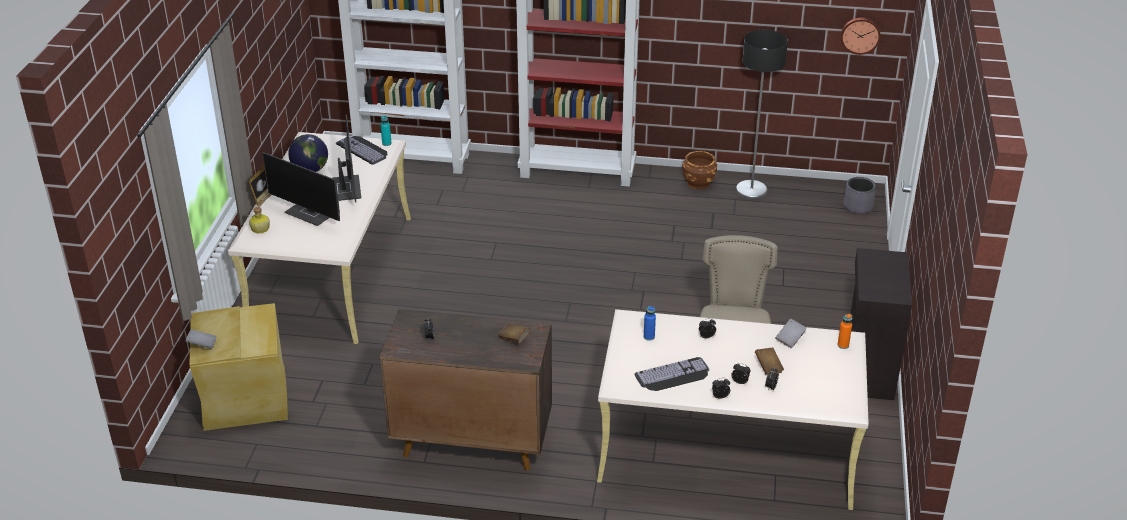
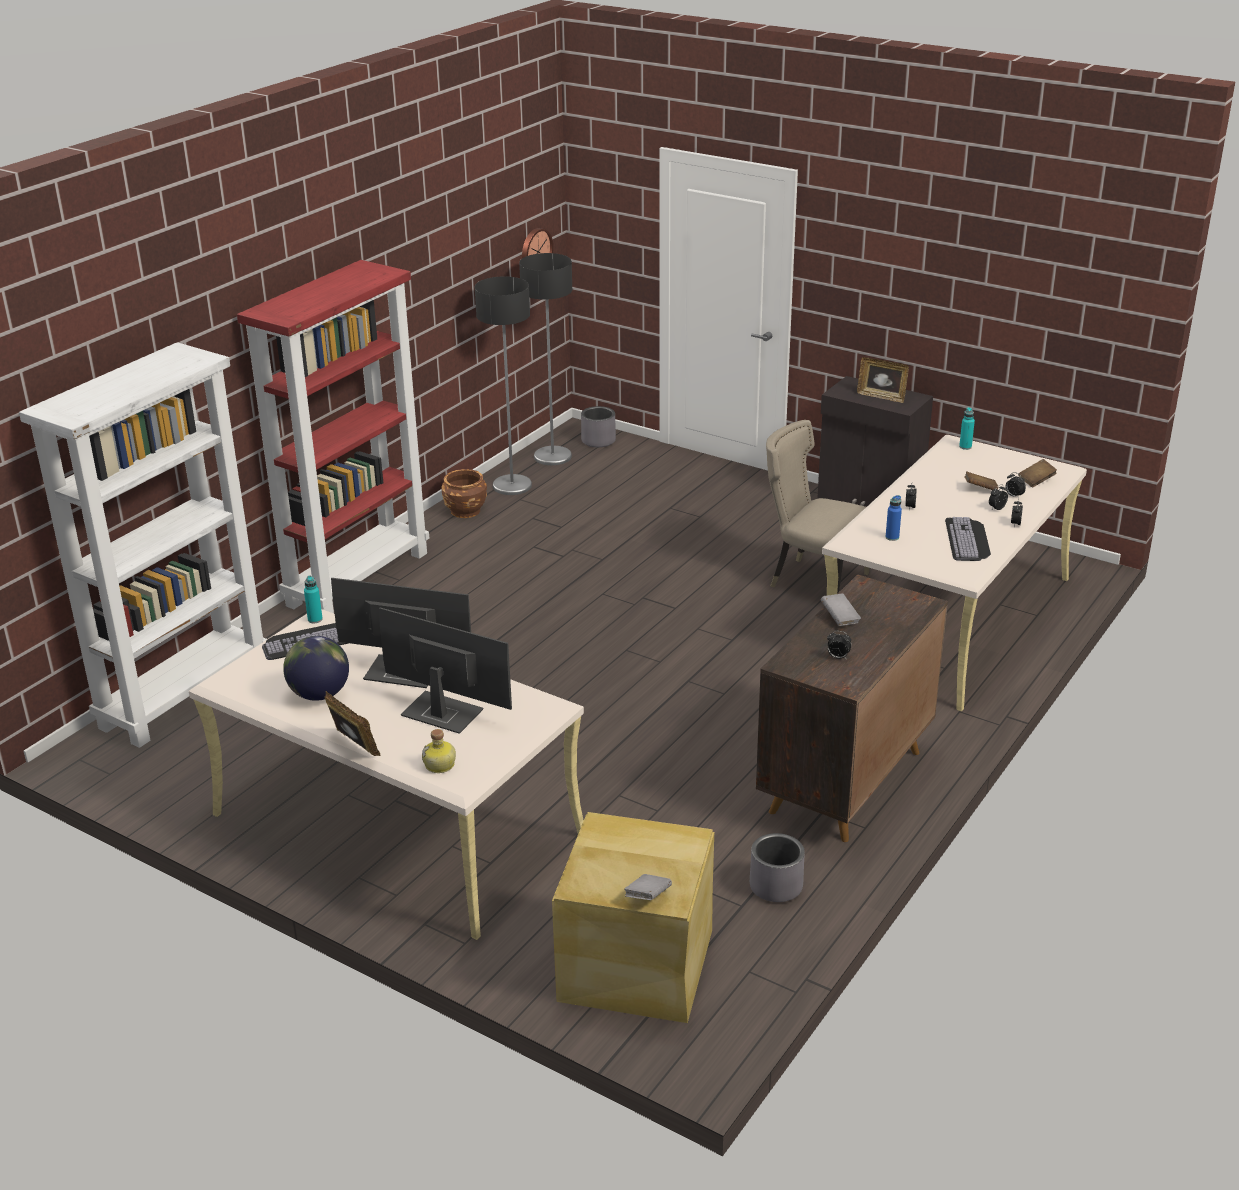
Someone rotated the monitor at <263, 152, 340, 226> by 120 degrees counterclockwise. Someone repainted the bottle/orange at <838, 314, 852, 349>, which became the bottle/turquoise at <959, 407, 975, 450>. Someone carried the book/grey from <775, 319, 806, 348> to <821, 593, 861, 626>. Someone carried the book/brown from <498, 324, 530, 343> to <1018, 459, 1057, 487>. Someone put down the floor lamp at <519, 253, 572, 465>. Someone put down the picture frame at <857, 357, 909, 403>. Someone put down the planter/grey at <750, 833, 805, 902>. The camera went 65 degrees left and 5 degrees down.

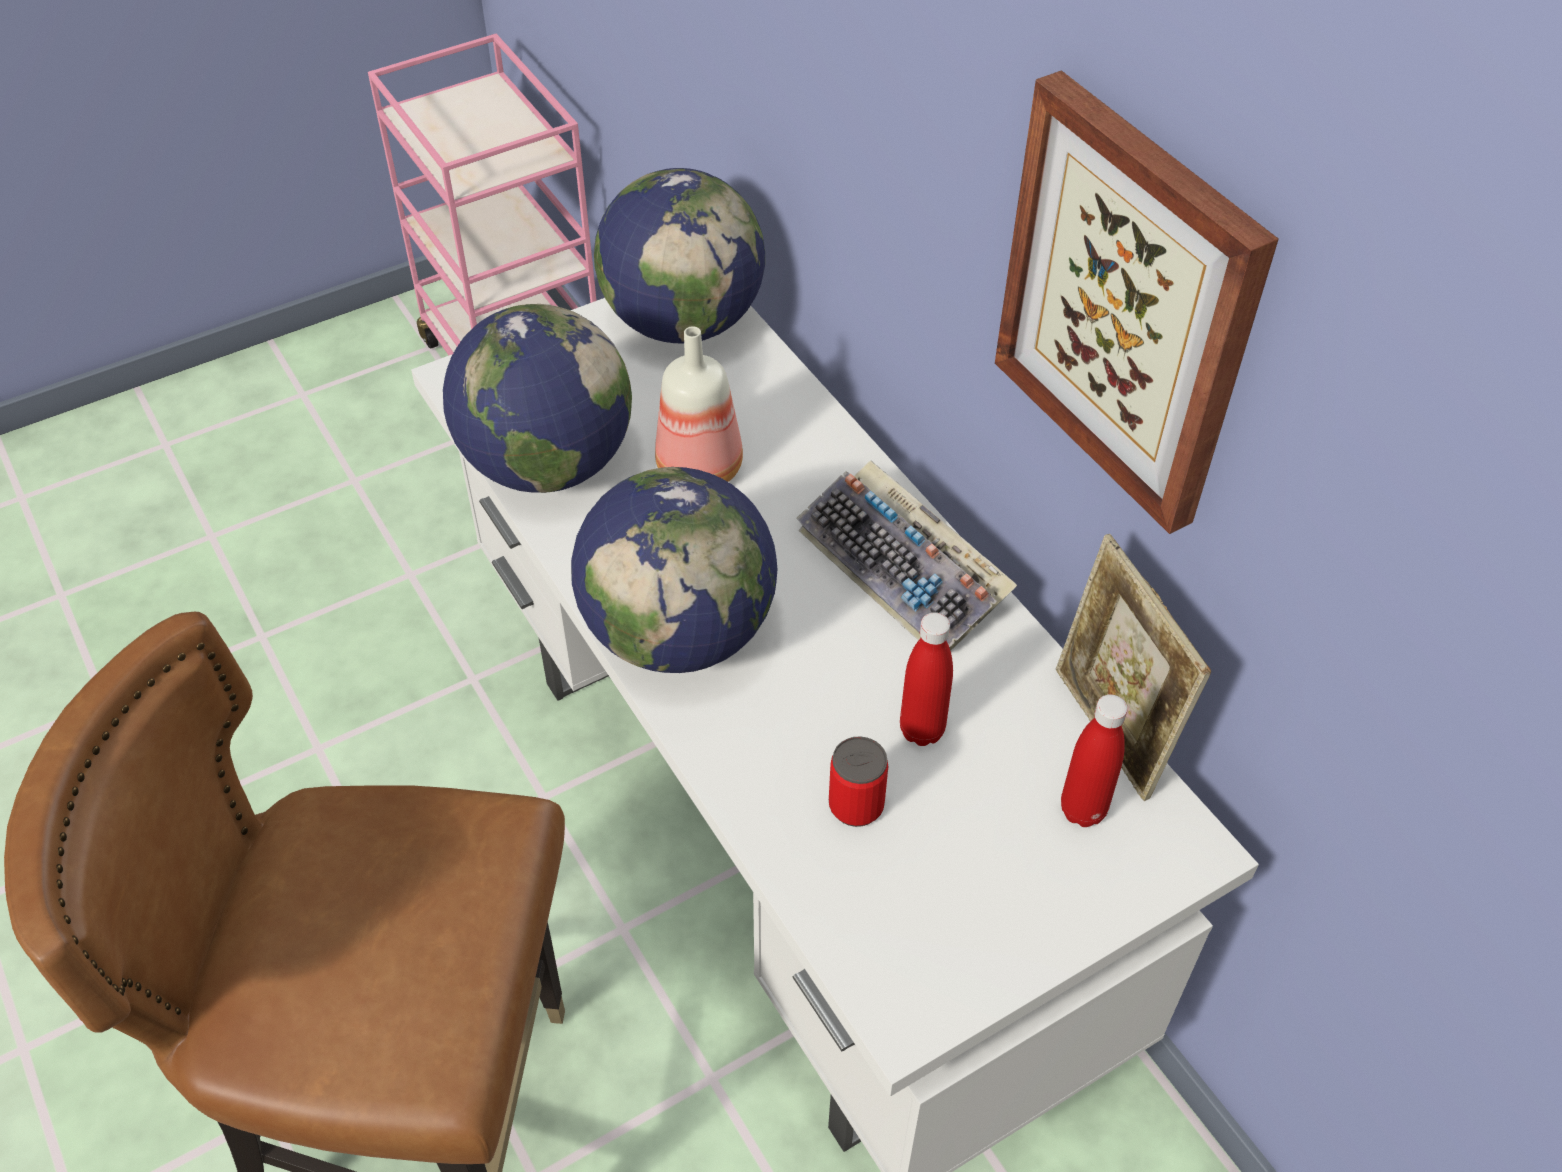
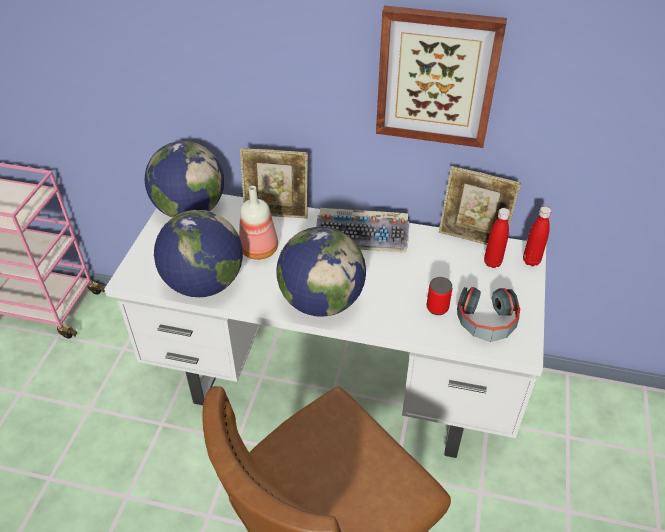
Someone carried the bottle/red from <900, 612, 953, 746> to <523, 206, 552, 266>. Someone put down the picture frame at <240, 148, 308, 218>. Someone put down the headphones at <457, 287, 520, 342>. The camera went 45 degrees left and 5 degrees down.

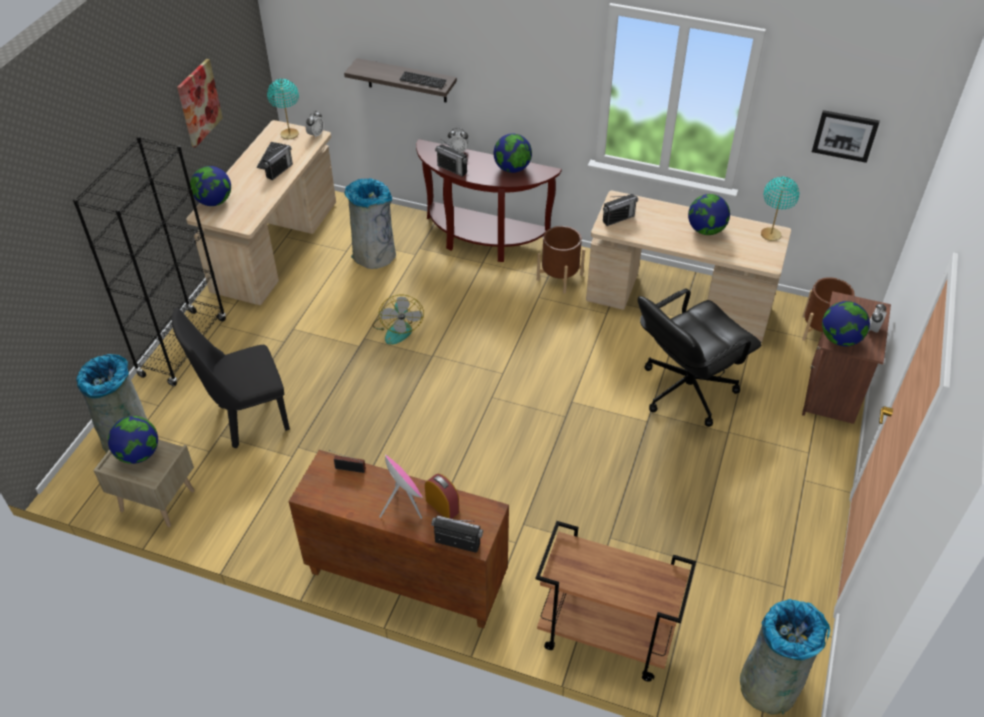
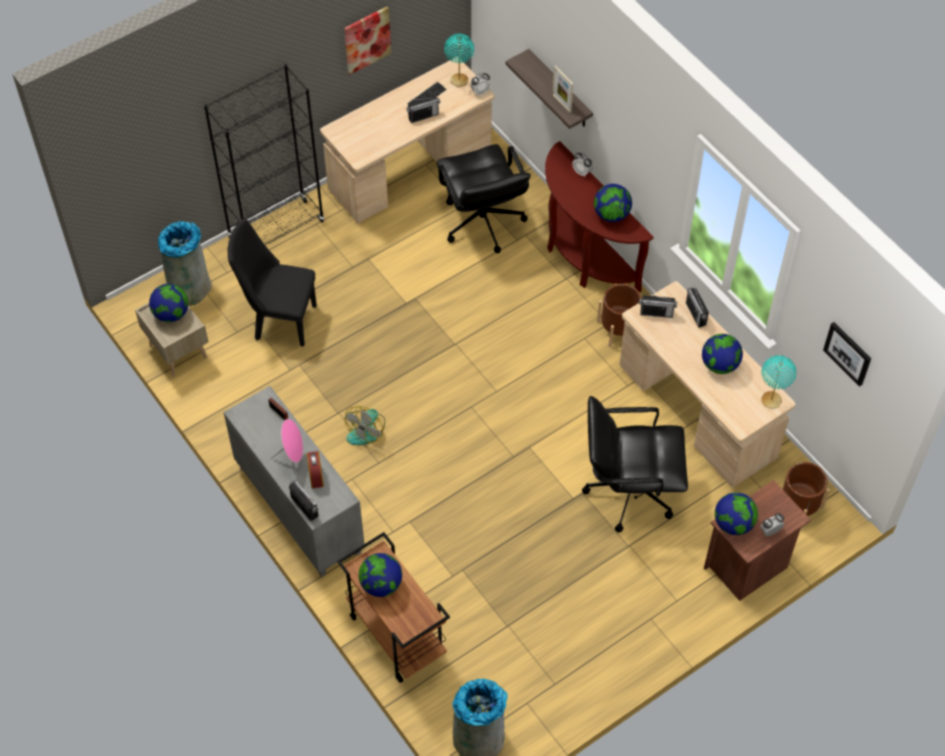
Someone swapped the keyboard at <399, 71, 447, 89> for the picture frame at <552, 66, 573, 113>. Someone carried the radio from <435, 139, 468, 177> to <686, 285, 709, 328>. Someone carried the globe from <190, 166, 231, 206> to <359, 553, 402, 597>. Someone swapped the trash can/grey at <345, 178, 396, 269> for the office chair/black at <436, 144, 531, 253>. Someone carried the fan from <372, 294, 424, 345> to <345, 406, 385, 445>. Someone repainted the cabinet/brown at <289, 450, 509, 629>, which became the cabinet/grey at <224, 386, 364, 577>. The camera went 35 degrees right and 10 degrees up.

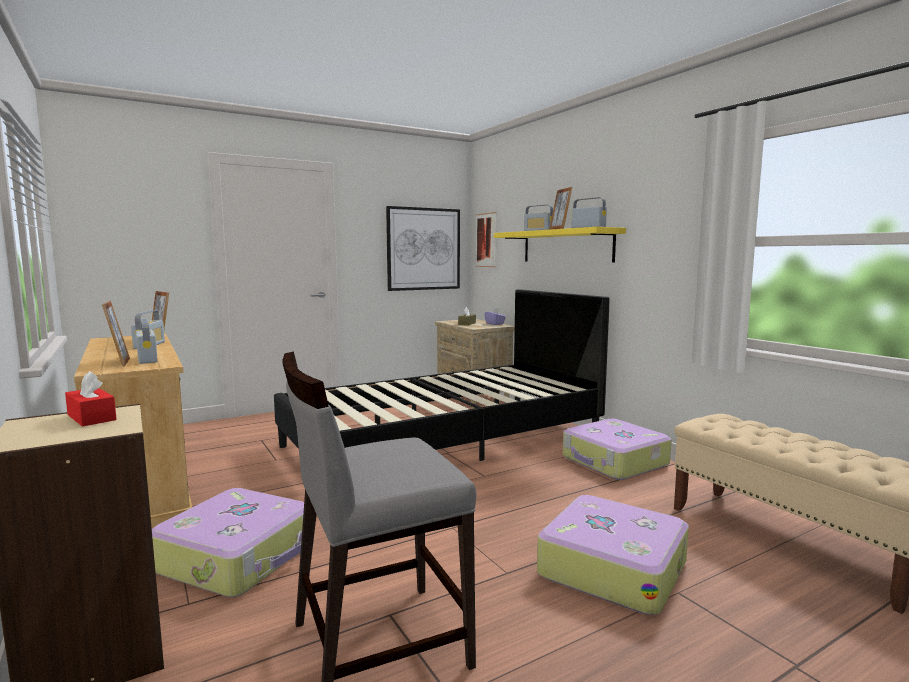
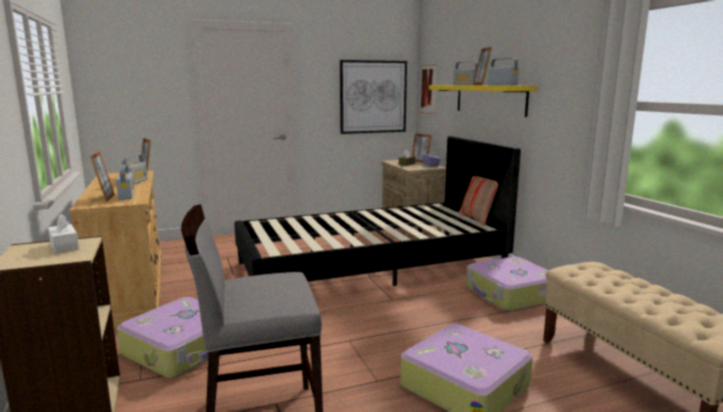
Someone repainted the tissue box/red at <65, 371, 117, 427>, which became the tissue box/white at <48, 214, 79, 253>. Someone put down the picture frame at <412, 133, 432, 163>. Someone put down the pillow at <459, 176, 498, 226>. The camera went 10 degrees right and 5 degrees up.

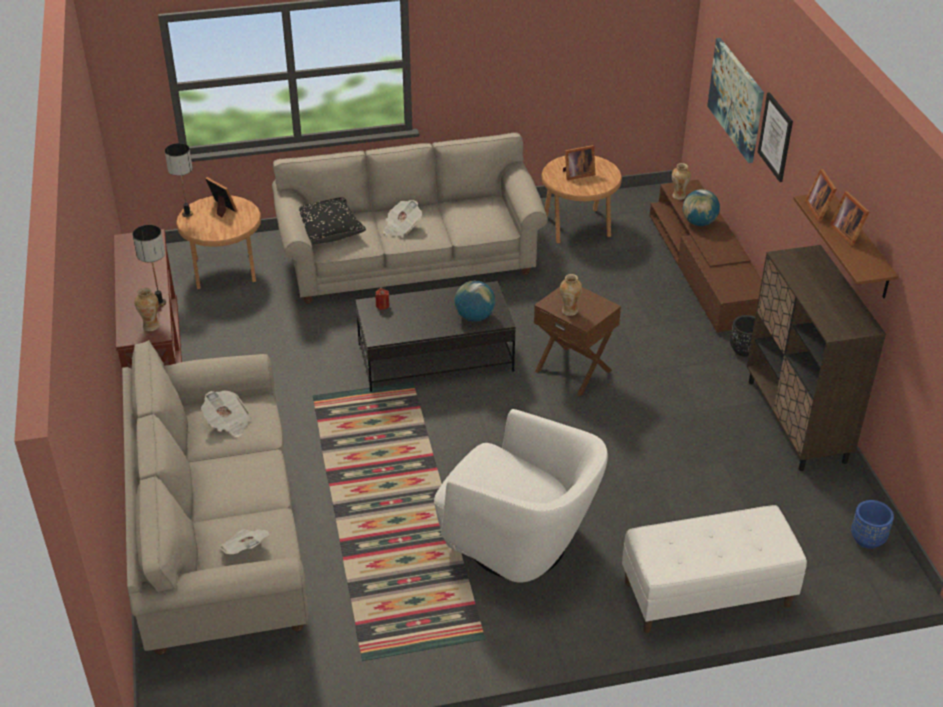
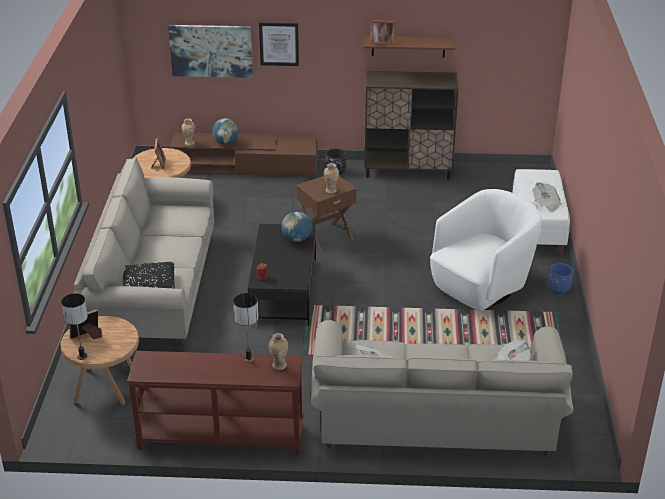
Someone took away the picture frame at <830, 191, 869, 246>. Someone carried the newspaper from <383, 200, 422, 237> to <532, 182, 562, 212>. Someone carried the planter/blue from <851, 500, 894, 549> to <547, 263, 573, 295>. The camera went 75 degrees left and 5 degrees down.

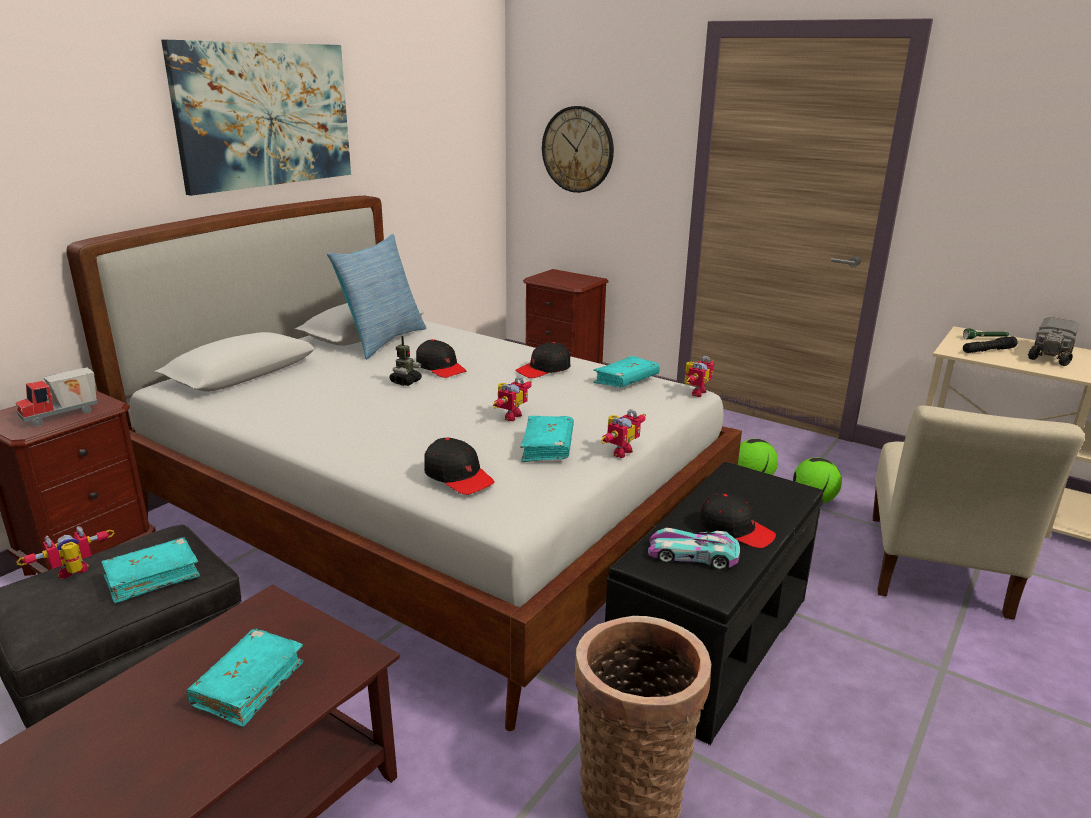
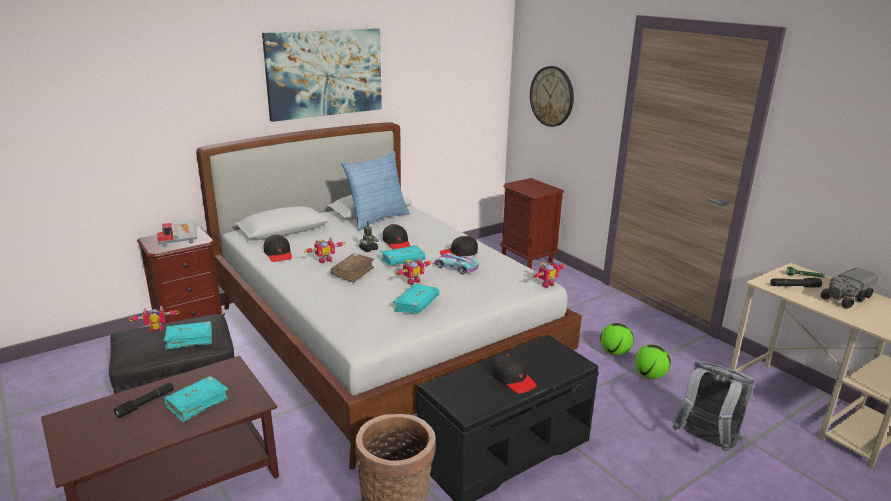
Someone carried the book/turquoise from <593, 356, 660, 388> to <380, 245, 425, 266>. Someone swapped the chair/beige at <873, 406, 1085, 620> for the backpack/grey at <672, 361, 754, 452>. Someone carried the toy robot from <601, 409, 646, 458> to <304, 238, 344, 263>. Someone carried the cap/black from <424, 438, 495, 495> to <264, 235, 292, 262>. Someone carried the toy car from <648, 528, 740, 571> to <434, 253, 479, 274>. Someone put down the book/brown at <331, 253, 375, 283>. Someone put down the flashlight/black at <114, 383, 174, 418>. The camera went 20 degrees right and 0 degrees up.

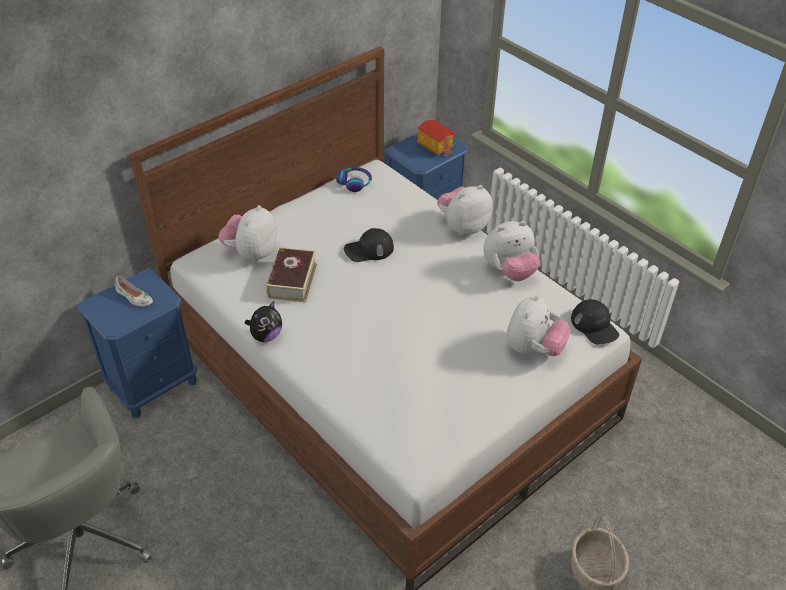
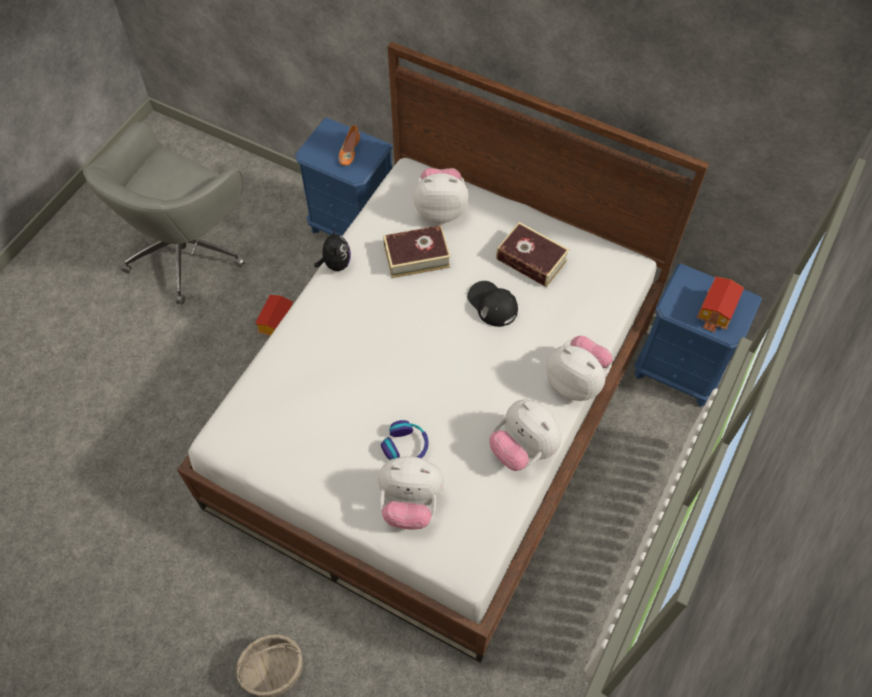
Someone carried the headphones from <336, 167, 372, 192> to <381, 420, 429, 460>. Someone repainted the shoe/white at <115, 276, 153, 307>, which became the shoe/orange at <339, 125, 360, 166>. Someone took away the cap/black at <571, 299, 620, 344>. Someone rotated the plush toy at <245, 301, 282, 342> by 120 degrees counterclockwise. Someone put down the book at <496, 222, 570, 288>. Someone put down the toy house at <255, 295, 293, 336>. The camera went 70 degrees right and 15 degrees up.

